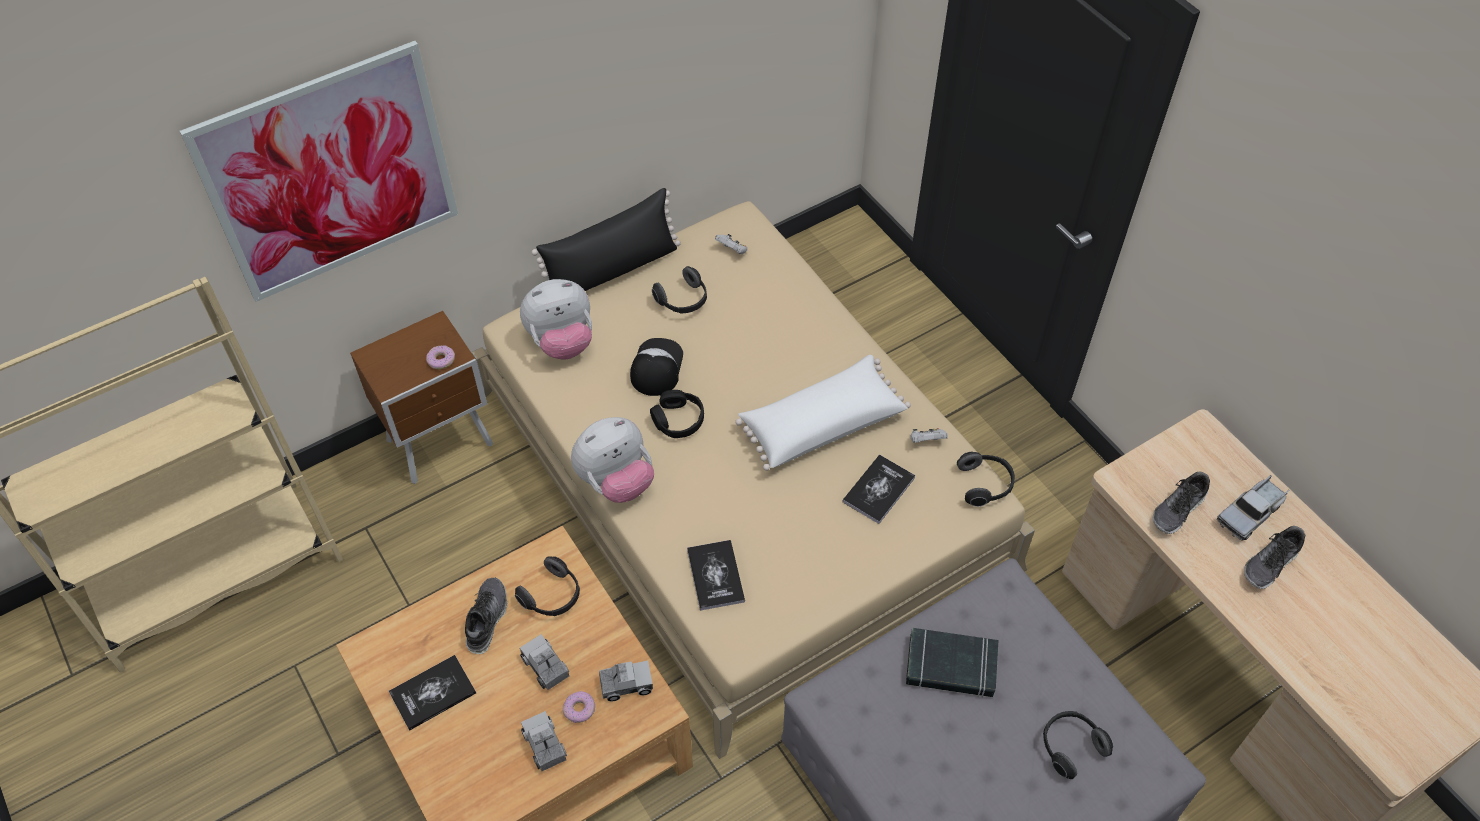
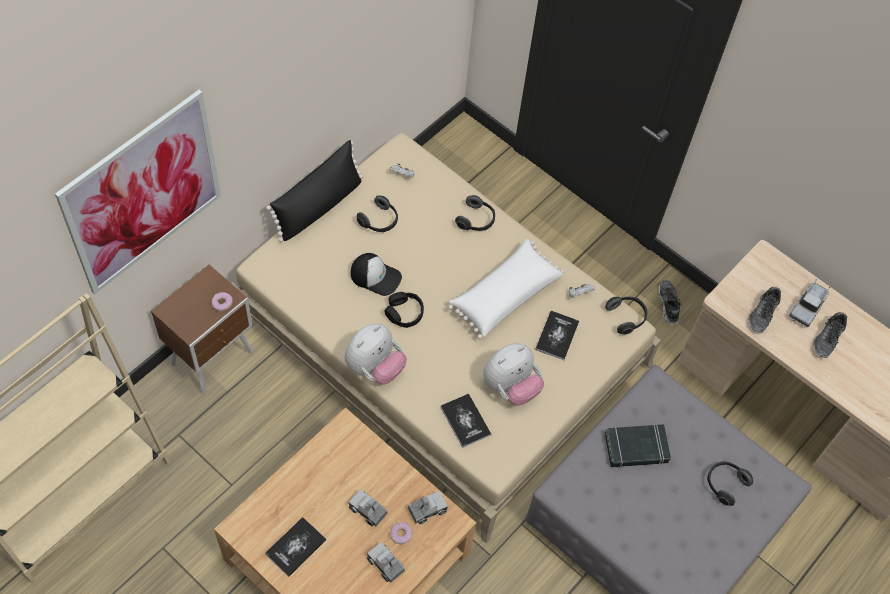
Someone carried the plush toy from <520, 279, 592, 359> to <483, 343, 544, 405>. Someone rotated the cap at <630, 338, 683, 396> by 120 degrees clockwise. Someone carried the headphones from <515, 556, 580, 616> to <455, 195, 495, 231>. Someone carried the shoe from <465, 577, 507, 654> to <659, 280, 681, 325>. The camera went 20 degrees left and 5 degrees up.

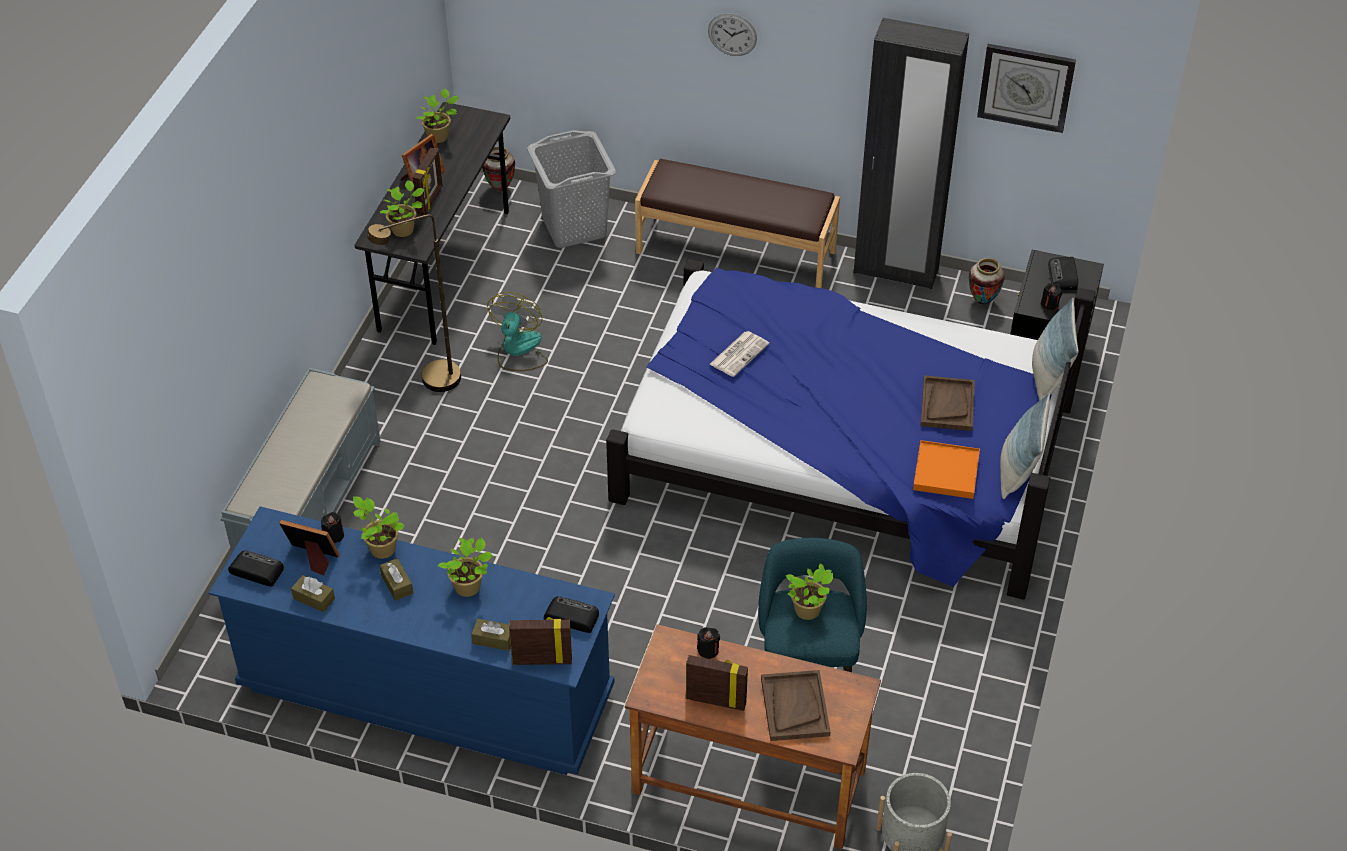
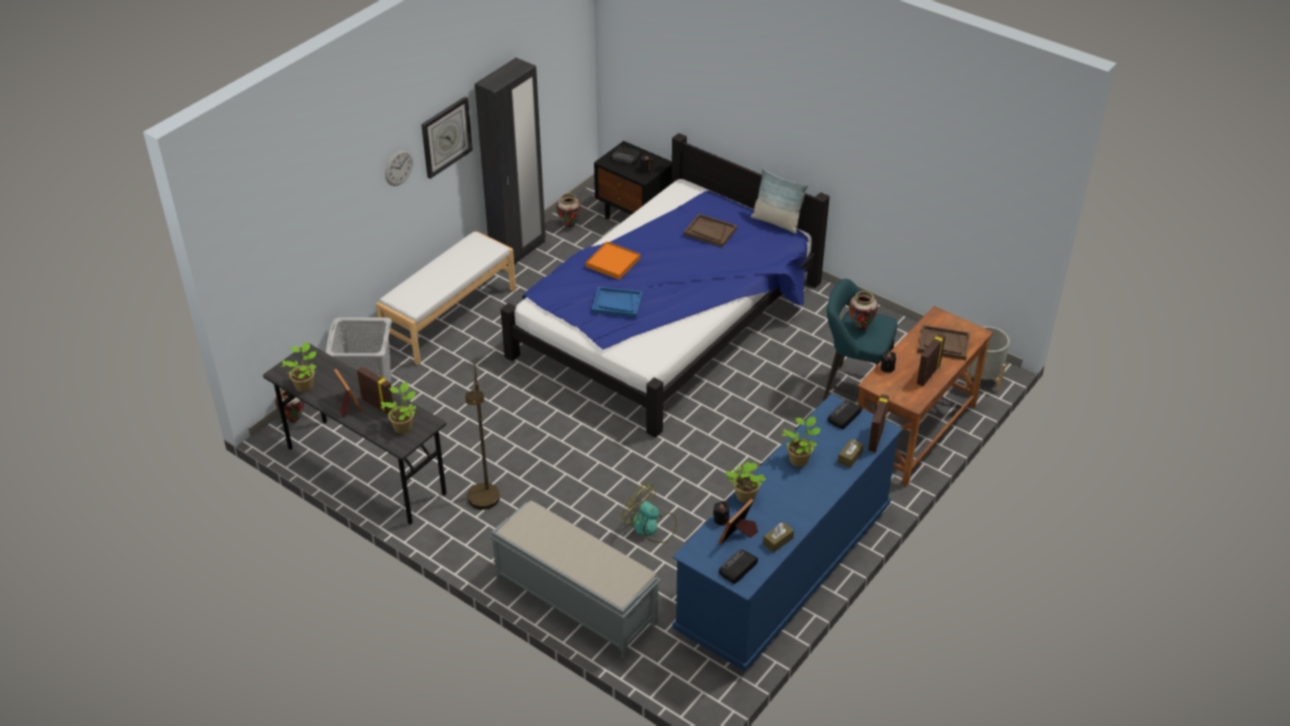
Someone carried the wall clock from <977, 44, 1076, 133> to <421, 97, 473, 179>. Someone repainted the bench/brown at <635, 159, 840, 288>, which became the bench/white at <376, 231, 516, 365>. Someone carried the fan from <487, 292, 548, 371> to <622, 483, 677, 543>. Someone took away the pillow at <1032, 298, 1078, 401>. Someone swapped the newspaper at <710, 331, 769, 377> for the tray/blue at <592, 287, 643, 318>. Someone carried the tray/orange from <913, 440, 980, 499> to <586, 242, 640, 280>. Someone took away the tissue box/brown at <379, 558, 413, 601>. Someone swapped the potted plant at <786, 563, 833, 620> for the vase at <849, 291, 878, 330>. The camera went 70 degrees left and 5 degrees down.

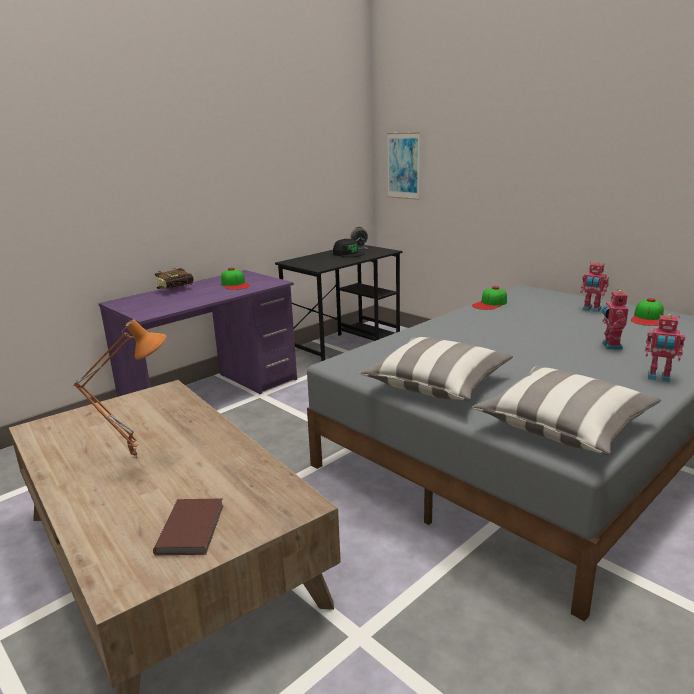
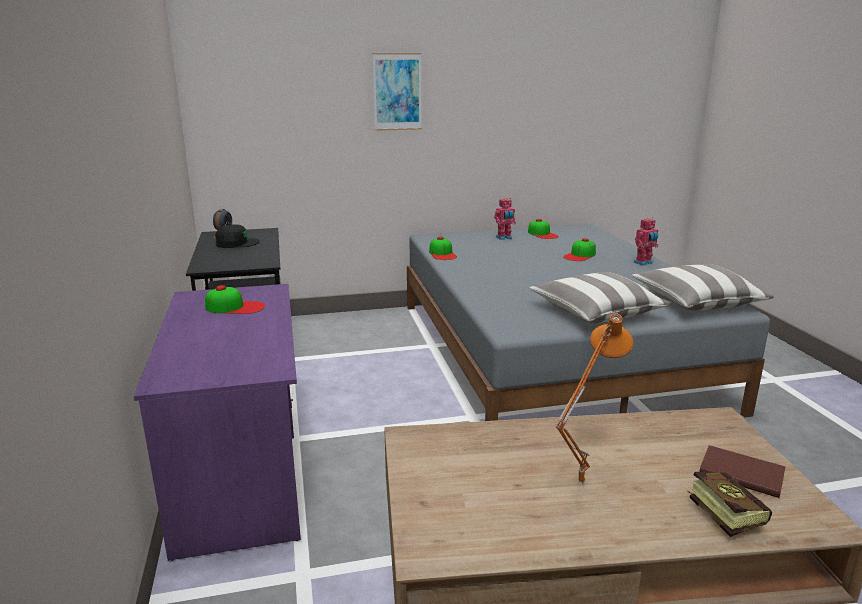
Someone carried the picture from <387, 132, 420, 200> to <373, 53, 422, 131>. Someone carried the book from <155, 268, 194, 289> to <686, 472, 772, 537>. Someone swapped the toy robot at <602, 289, 628, 350> for the cap at <563, 238, 596, 261>. The camera went 60 degrees left and 0 degrees up.

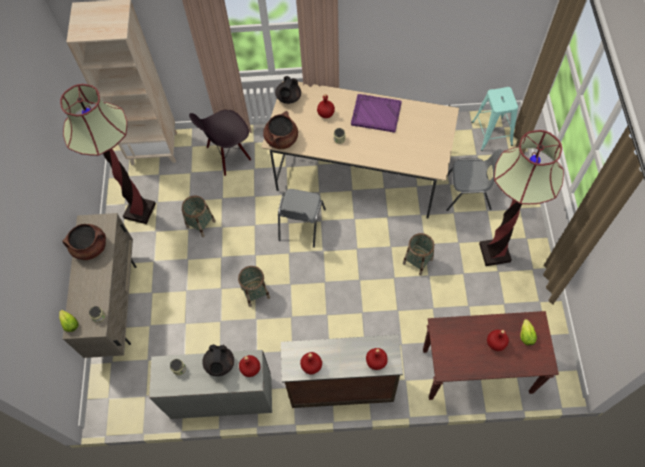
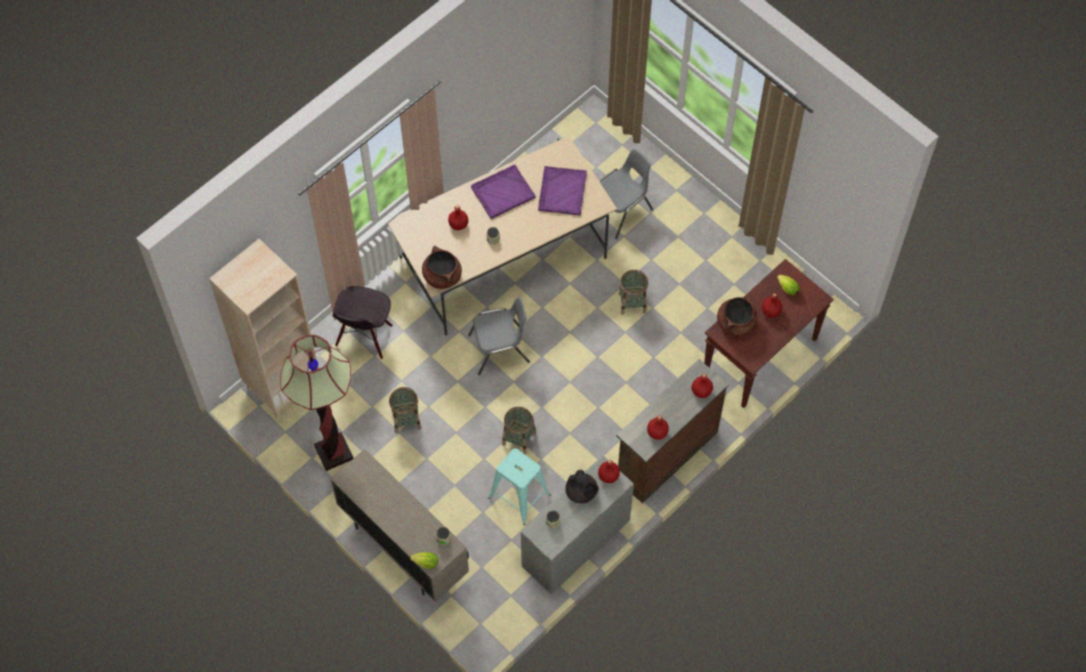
Someone took away the teapot/black at <275, 76, 301, 104>. Someone carried the stool/turquoise from <472, 87, 518, 151> to <488, 448, 551, 525>. Someone took away the floor lamp at <479, 130, 564, 266>. Someone rotated the chair/grey at <278, 189, 326, 248> by 75 degrees counterclockwise. Someone carried the cooking pot/brown from <62, 224, 106, 260> to <717, 295, 757, 337>. Someone put down the tray/purple at <538, 166, 587, 215>. The camera went 45 degrees left and 0 degrees up.

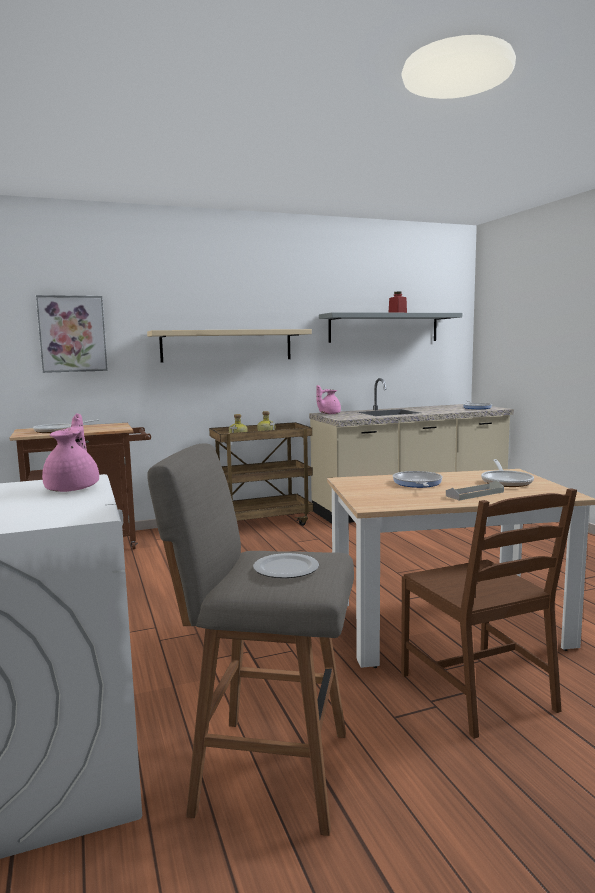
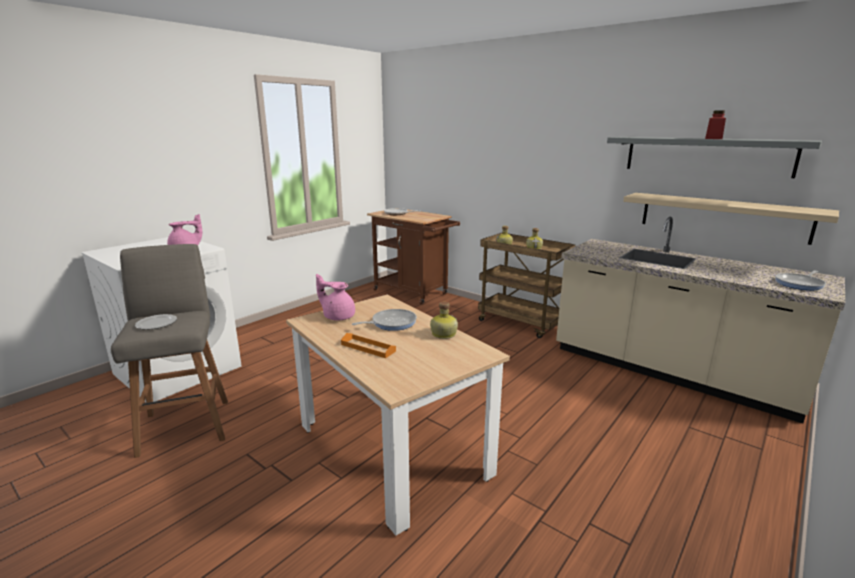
Someone took away the picture at <36, 295, 108, 373>. Someone carried the shelf/beige from <147, 329, 312, 363> to <623, 193, 839, 245>. Someone carried the teapot/pink from <316, 385, 341, 414> to <316, 274, 355, 321>. Someone took away the frying pan at <481, 459, 534, 487>. Someone repainted the tray/grey at <446, 480, 504, 500>, which became the tray/orange at <341, 333, 396, 358>. Someone took away the chair/brown at <401, 488, 577, 739>. Someone put down the bottle at <430, 302, 458, 339>. The camera went 60 degrees right and 10 degrees up.

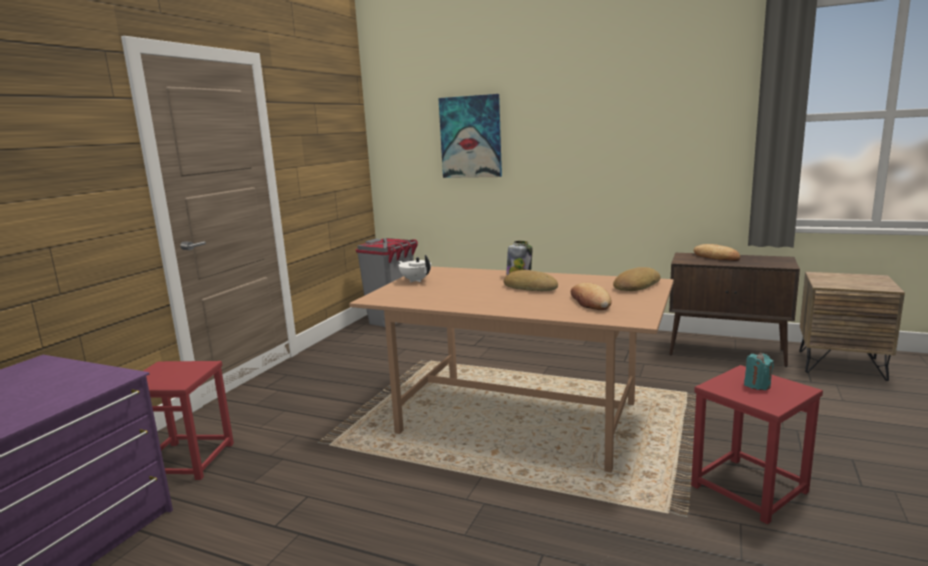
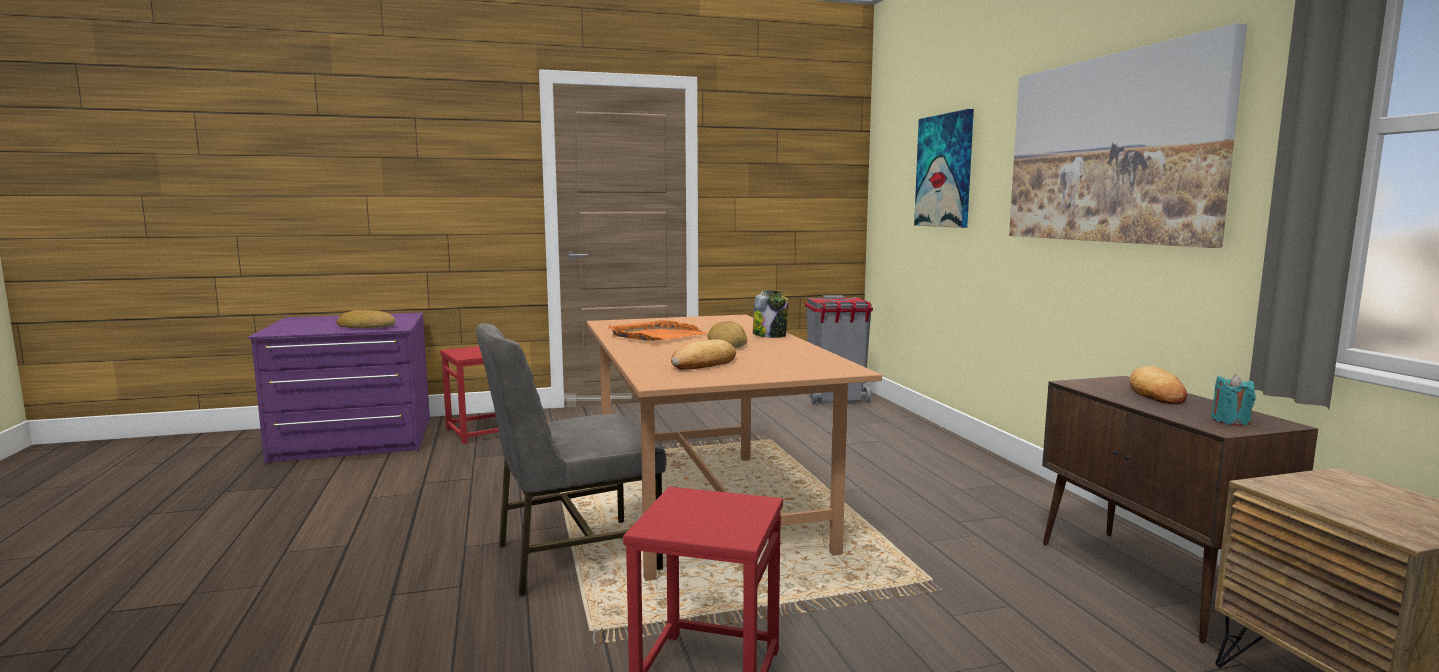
Someone took away the teapot/white at <398, 255, 431, 283>. Someone carried the bread from <613, 267, 661, 291> to <336, 310, 396, 328>. Someone carried the candle/turquoise from <744, 353, 774, 390> to <1211, 374, 1256, 426>. Someone put up the picture at <1009, 23, 1247, 248>. Someone put down the tray/orange at <608, 320, 708, 341>. Someone put down the chair/grey at <476, 323, 667, 597>. The camera went 50 degrees right and 5 degrees down.

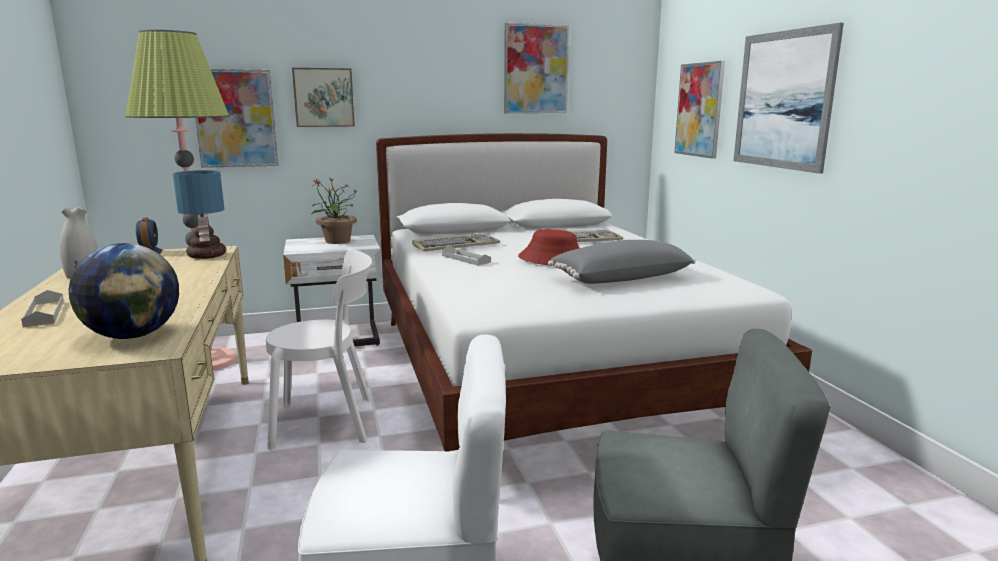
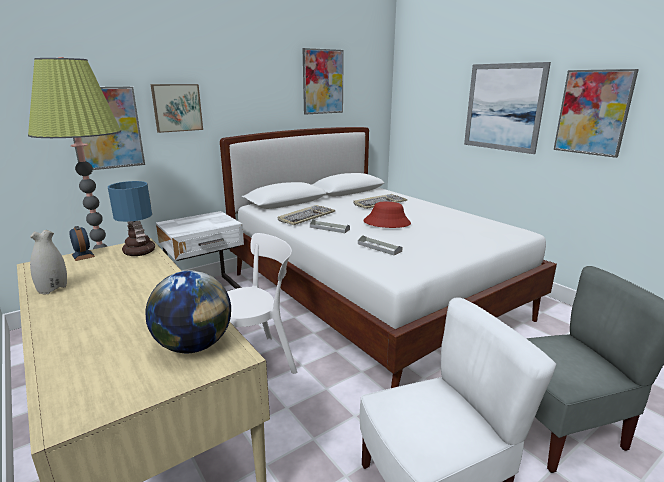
Someone carried the picture from <674, 61, 725, 159> to <554, 69, 639, 158>. Someone took away the potted plant at <311, 178, 357, 244>. Someone took away the pillow/grey at <548, 240, 696, 284>. Someone carried the tray/grey from <21, 290, 64, 327> to <358, 235, 403, 255>. The camera went 20 degrees left and 5 degrees up.

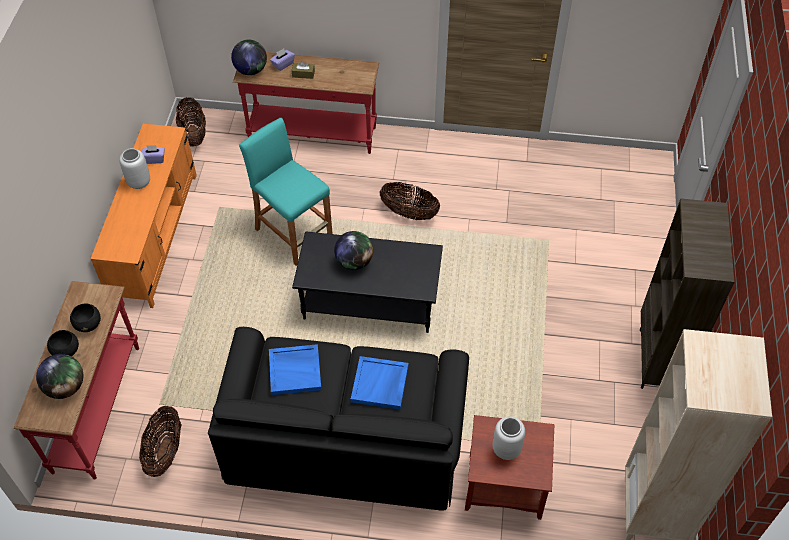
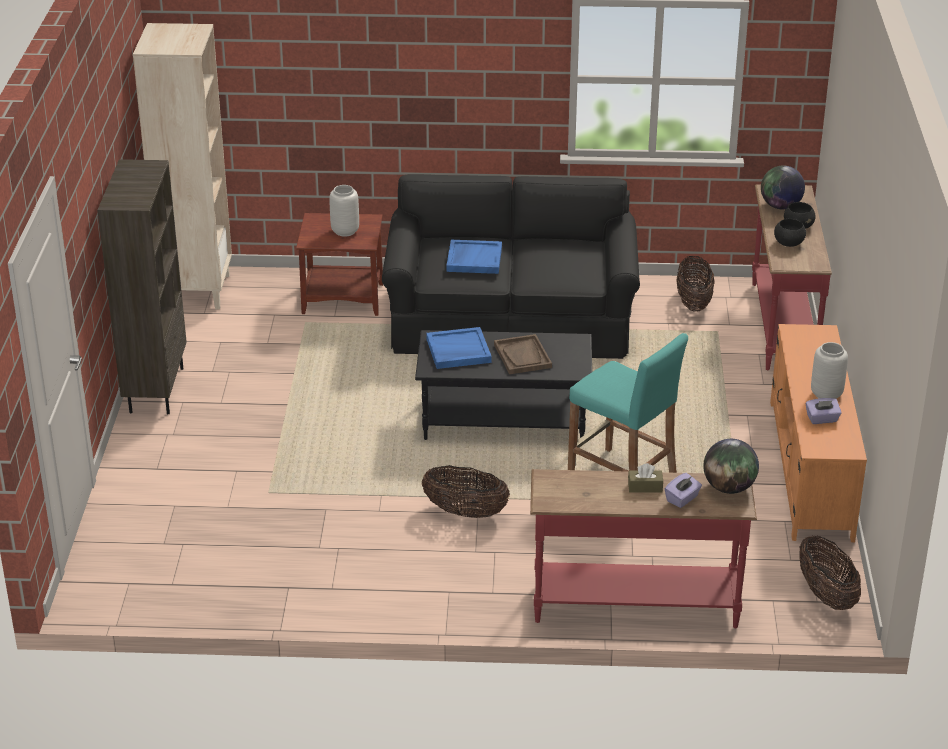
Someone swapped the globe at <334, 231, 373, 270> for the tray/brown at <494, 334, 552, 374>. Someone carried the tray/blue from <269, 344, 322, 395> to <426, 327, 492, 369>. The camera went 175 degrees right and 20 degrees down.

